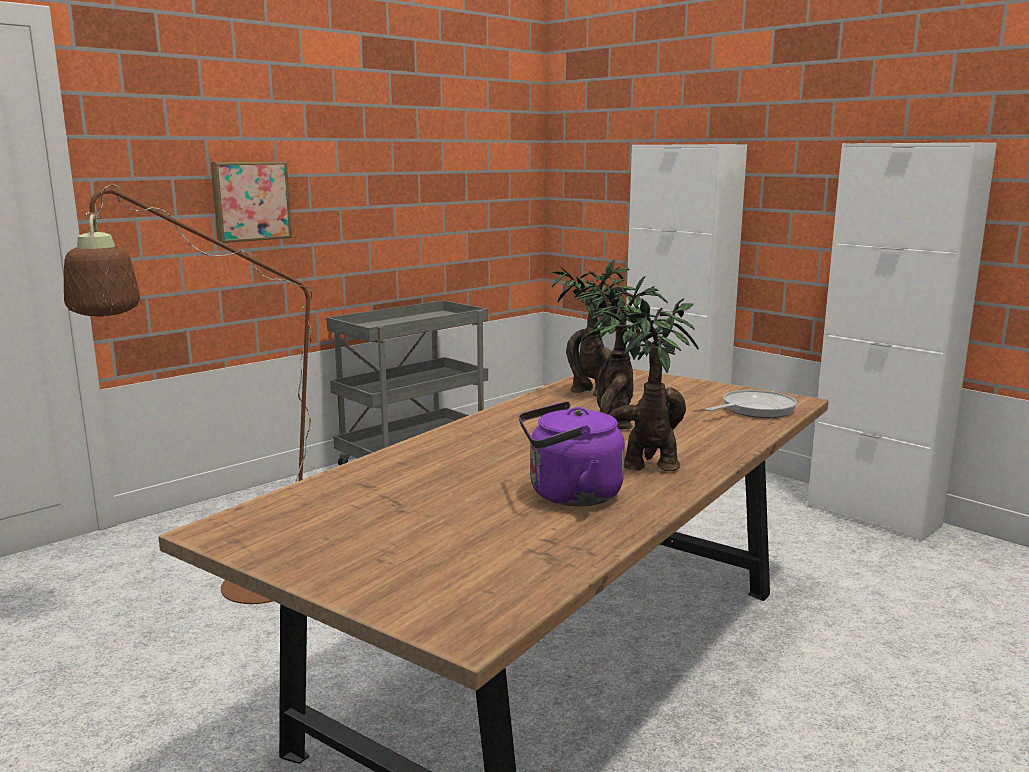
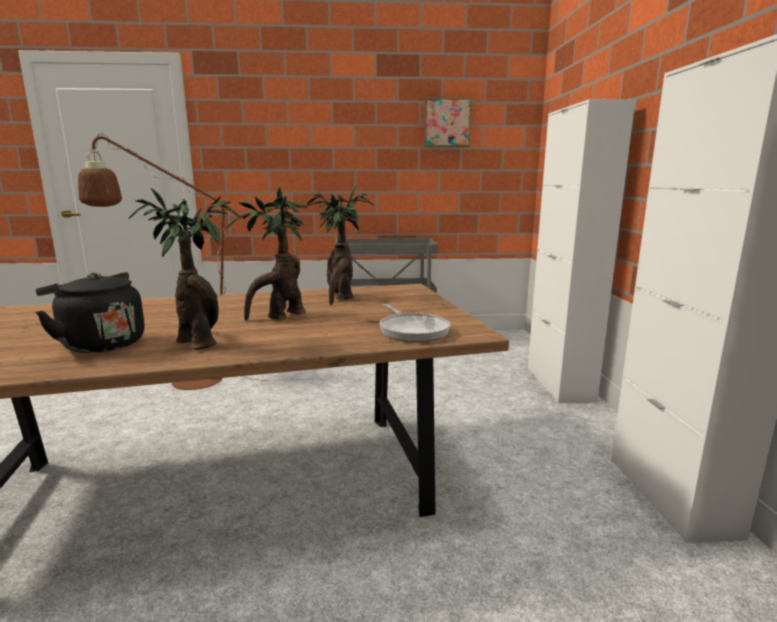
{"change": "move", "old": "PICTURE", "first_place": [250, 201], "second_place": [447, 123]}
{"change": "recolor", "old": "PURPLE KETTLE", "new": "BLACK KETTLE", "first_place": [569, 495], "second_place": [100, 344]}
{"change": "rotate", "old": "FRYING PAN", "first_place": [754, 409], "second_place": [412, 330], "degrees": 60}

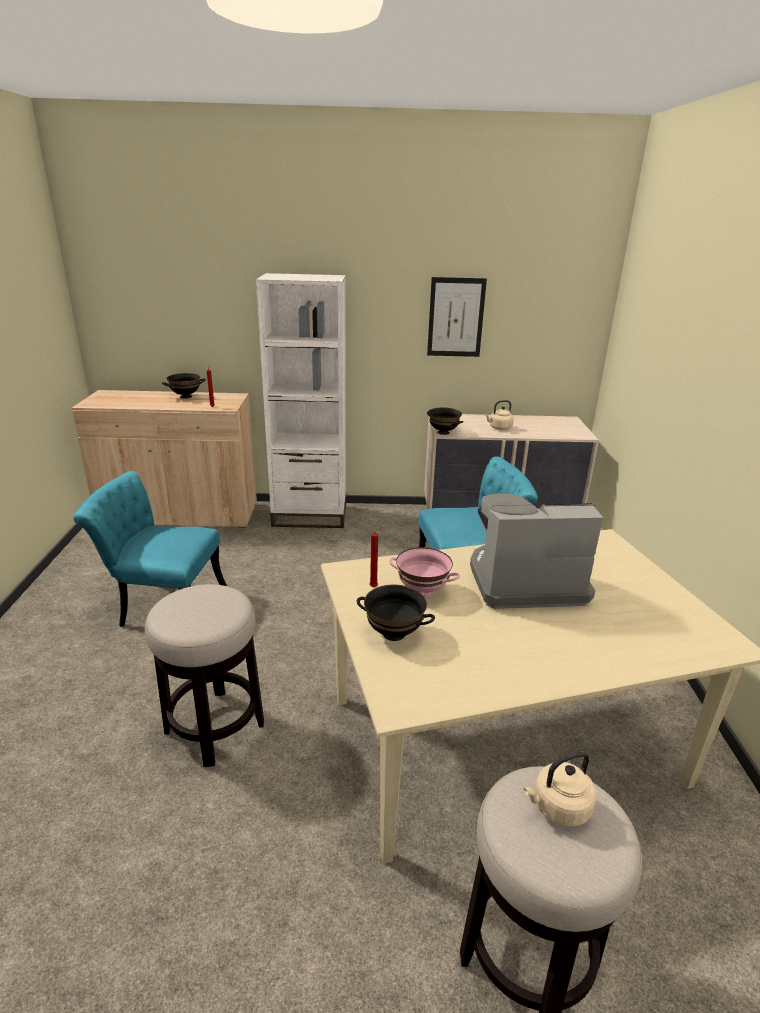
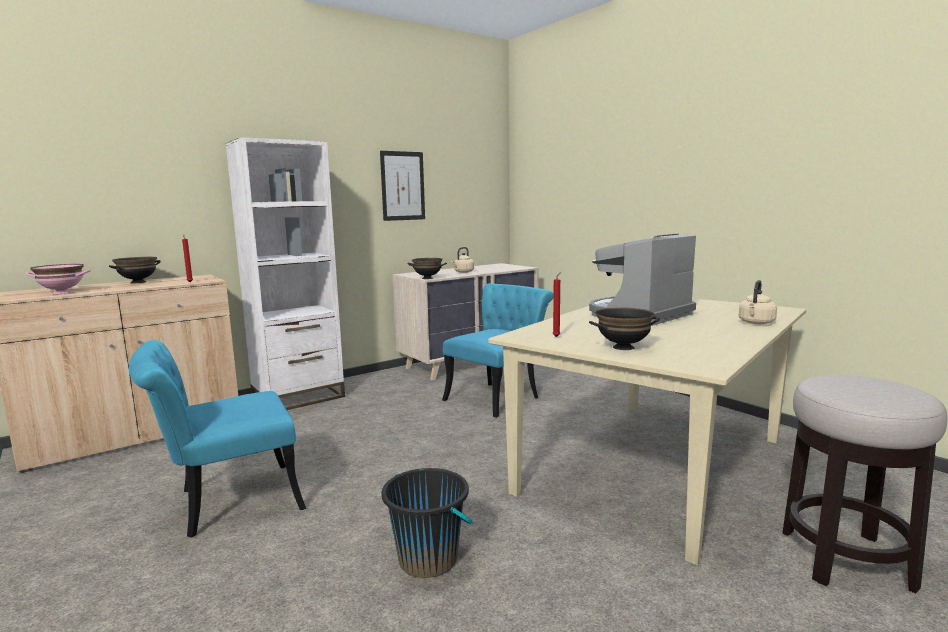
{"change": "replace", "old": "STOOL", "new": "BLACK BUCKET", "first_place": [215, 727], "second_place": [428, 559]}
{"change": "move", "old": "PINK BOWL", "first_place": [422, 590], "second_place": [62, 292]}
{"change": "move", "old": "BEIGE KETTLE", "first_place": [558, 808], "second_place": [756, 323]}

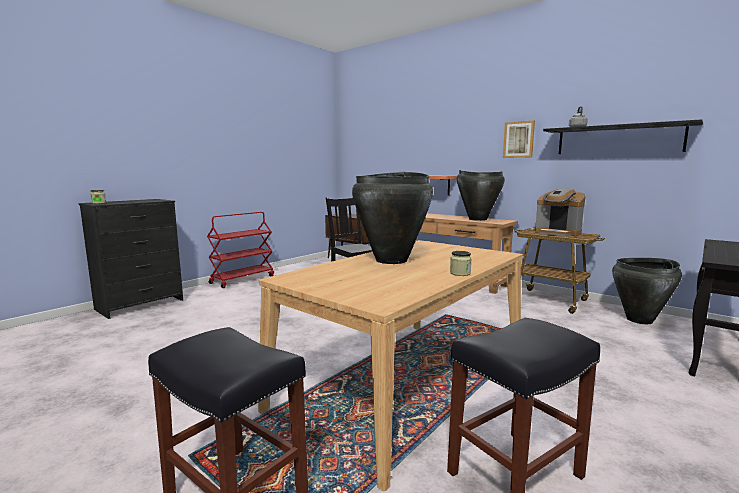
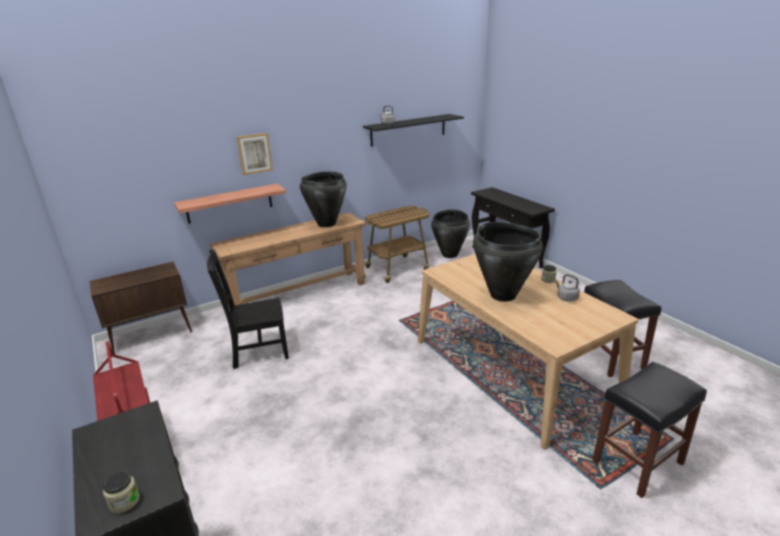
{"change": "move", "old": "PICTURE", "first_place": [518, 139], "second_place": [254, 153]}
{"change": "delete", "old": "COFFEE MACHINE", "first_place": [558, 233]}
{"change": "insert", "new": "GREY KETTLE", "second_place": [566, 298]}

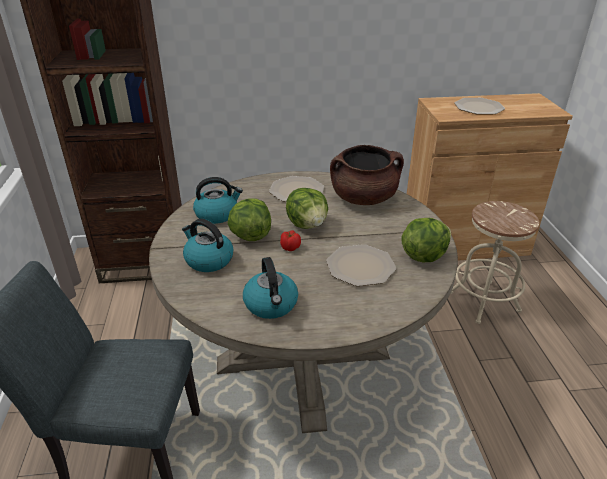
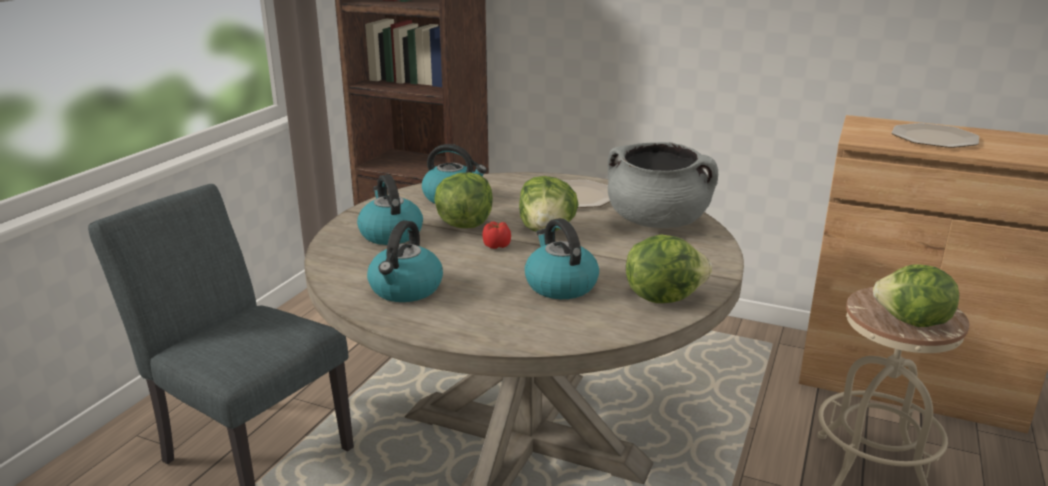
{"change": "replace", "old": "PLATE", "new": "KETTLE", "first_place": [360, 267], "second_place": [560, 285]}
{"change": "recolor", "old": "BROWN COOKING POT", "new": "GREY COOKING POT", "first_place": [363, 198], "second_place": [657, 222]}
{"change": "insert", "new": "LETTUCE", "second_place": [912, 322]}

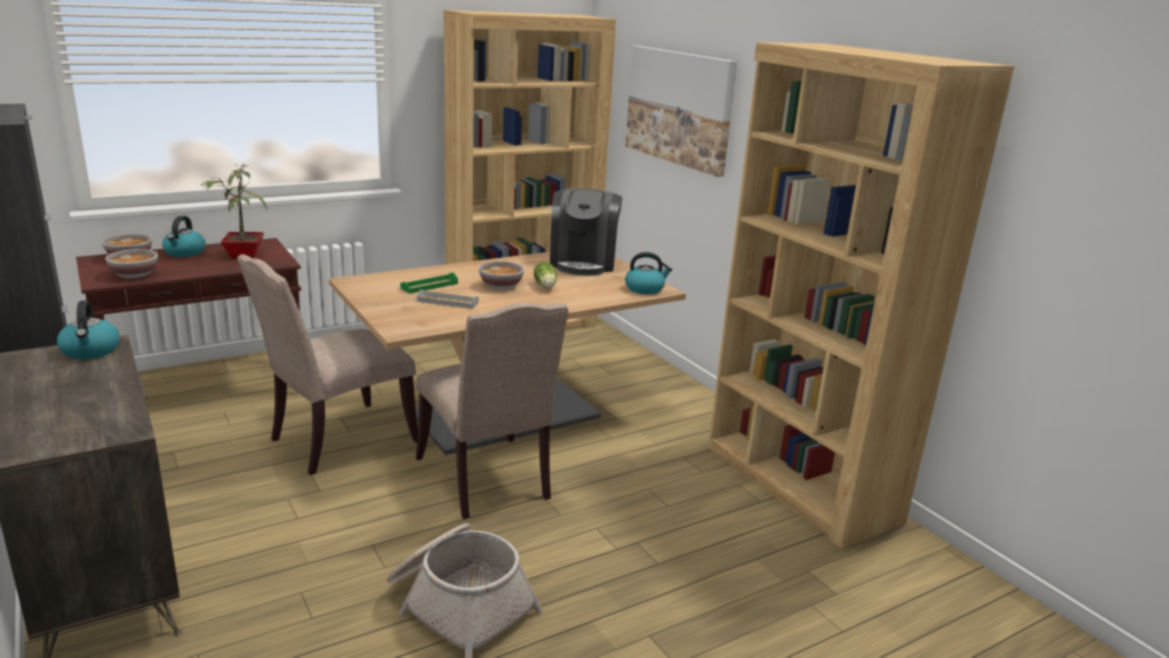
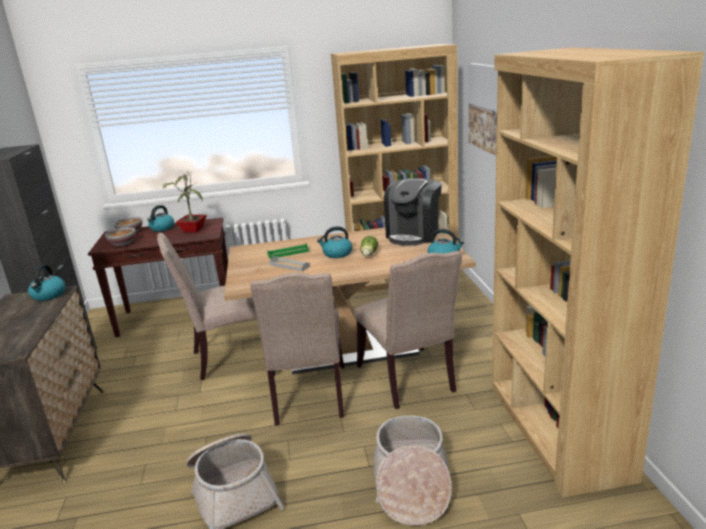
{"change": "replace", "old": "BOWL", "new": "KETTLE", "first_place": [501, 286], "second_place": [337, 254]}
{"change": "insert", "new": "BEIGE CHAIR", "second_place": [409, 380]}
{"change": "insert", "new": "BASKET", "second_place": [411, 484]}

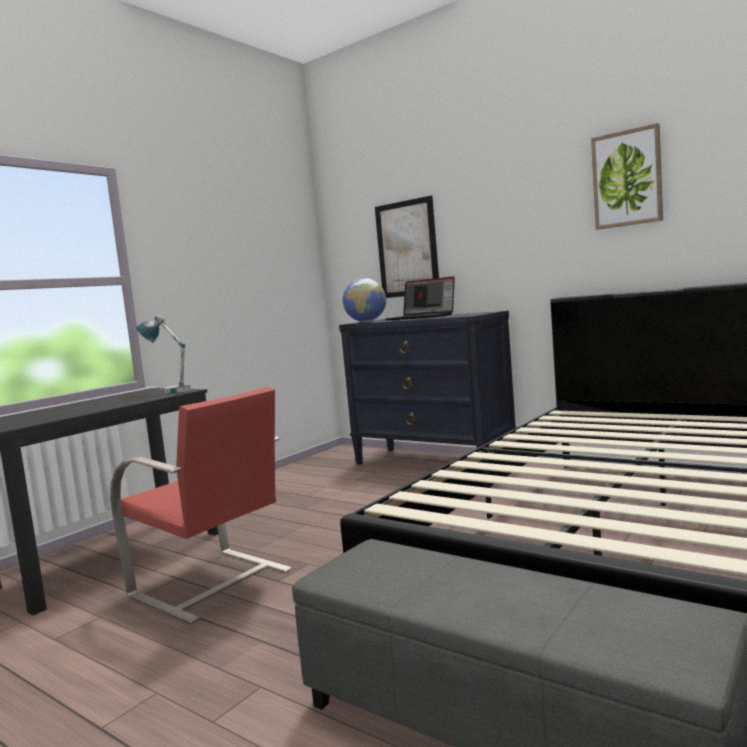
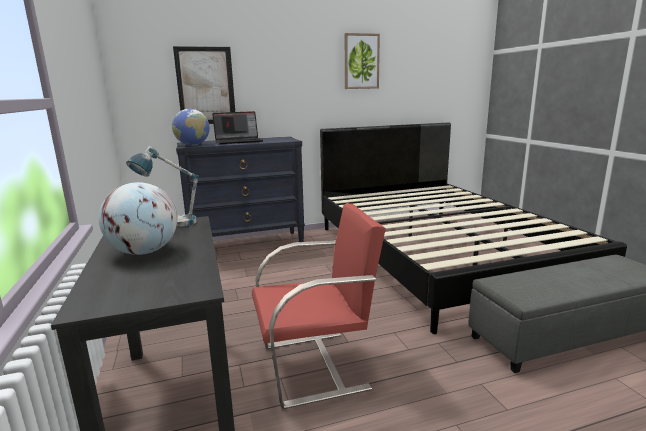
{"change": "insert", "new": "GLOBE", "second_place": [144, 252]}

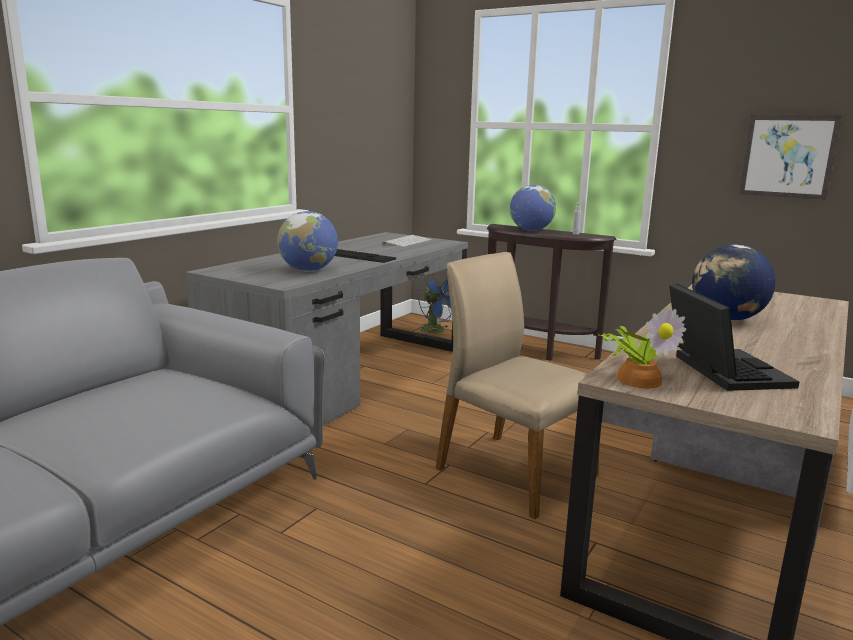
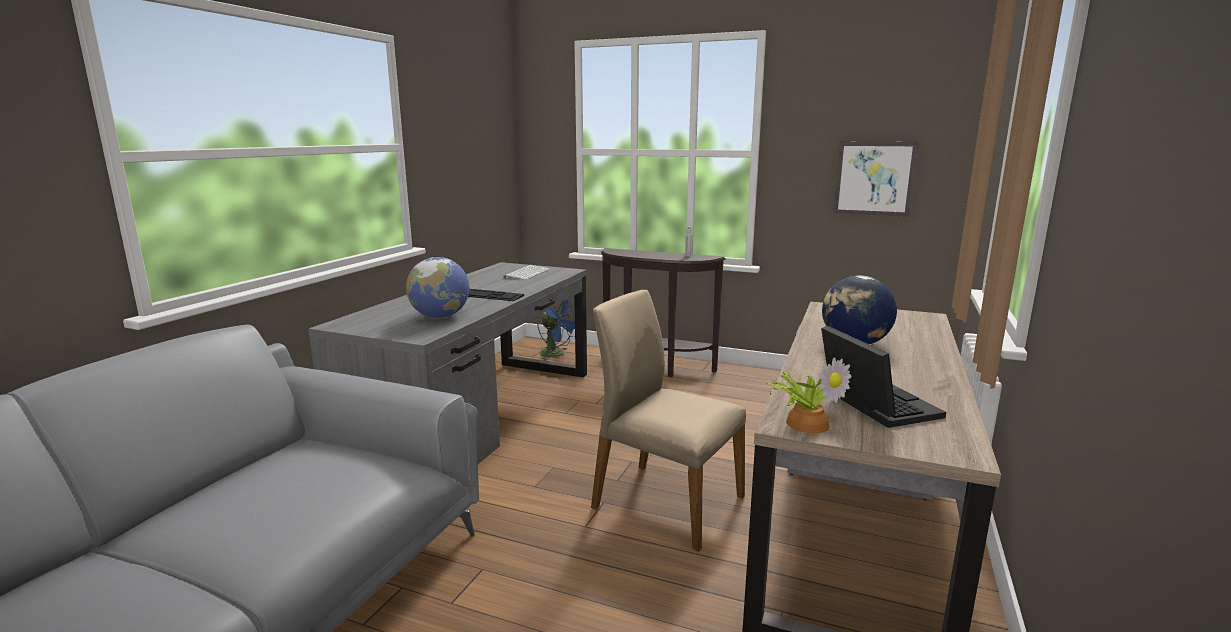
{"change": "delete", "old": "GLOBE", "first_place": [531, 230]}

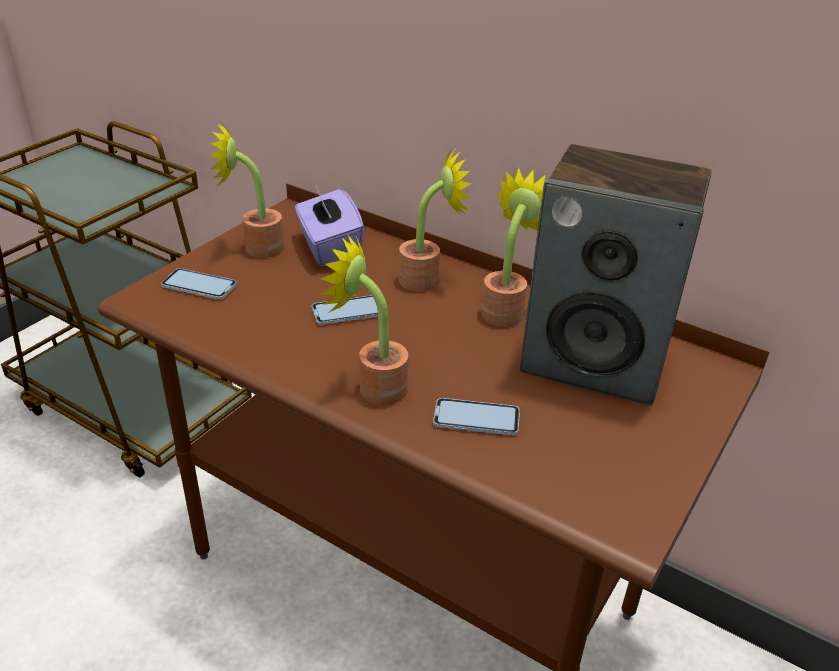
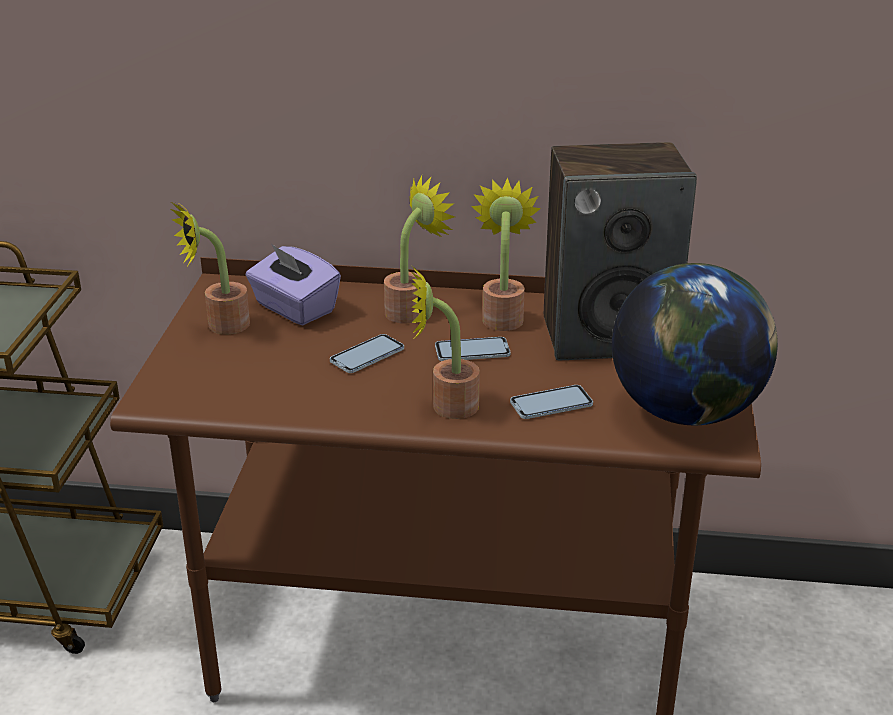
{"change": "move", "old": "PHONE", "first_place": [199, 286], "second_place": [472, 351]}
{"change": "insert", "new": "GLOBE", "second_place": [686, 411]}

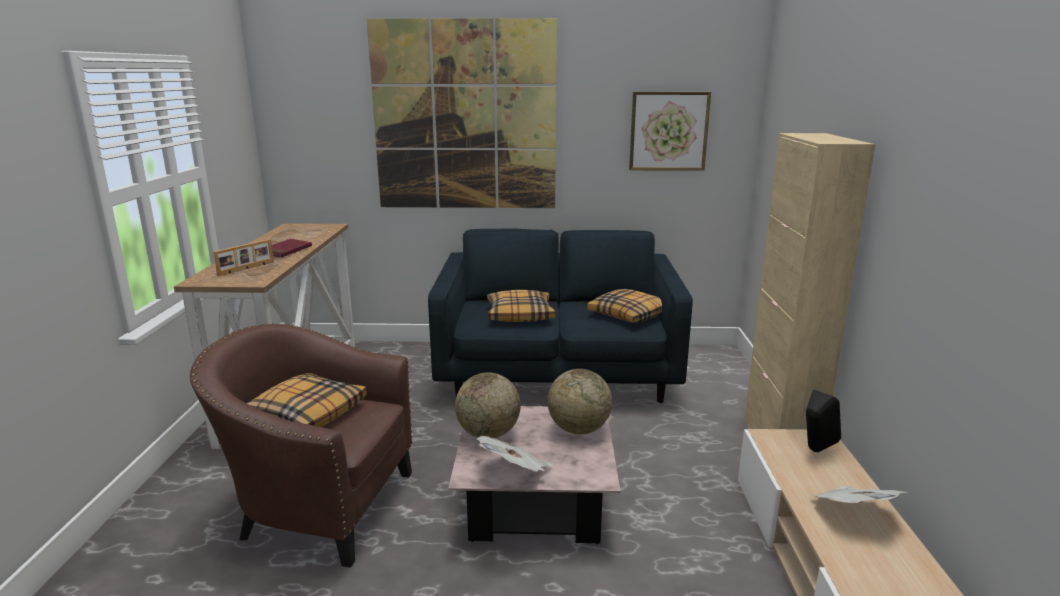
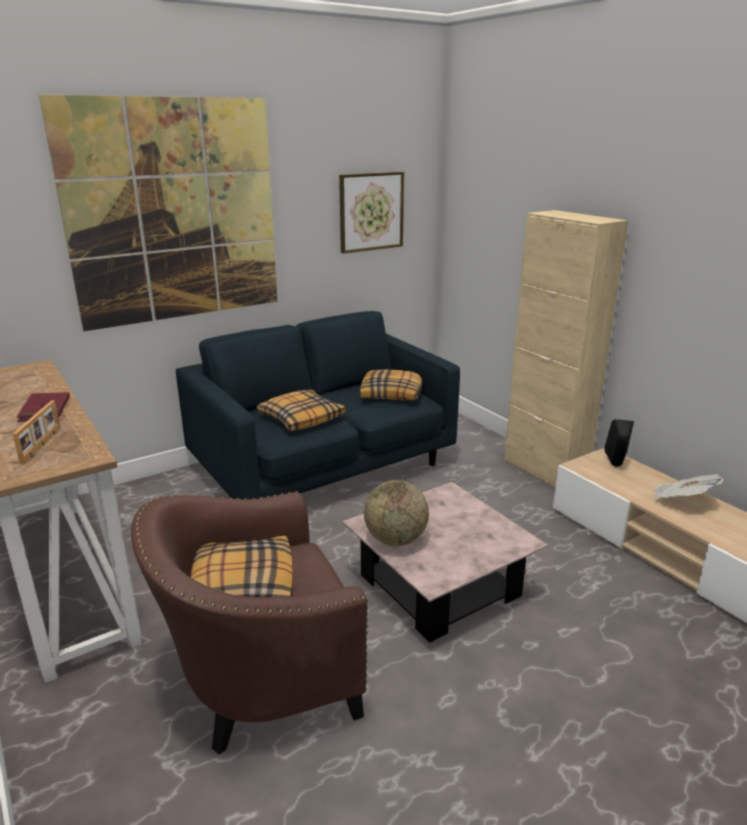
{"change": "delete", "old": "NEWSPAPER", "first_place": [515, 471]}
{"change": "delete", "old": "GLOBE", "first_place": [578, 429]}

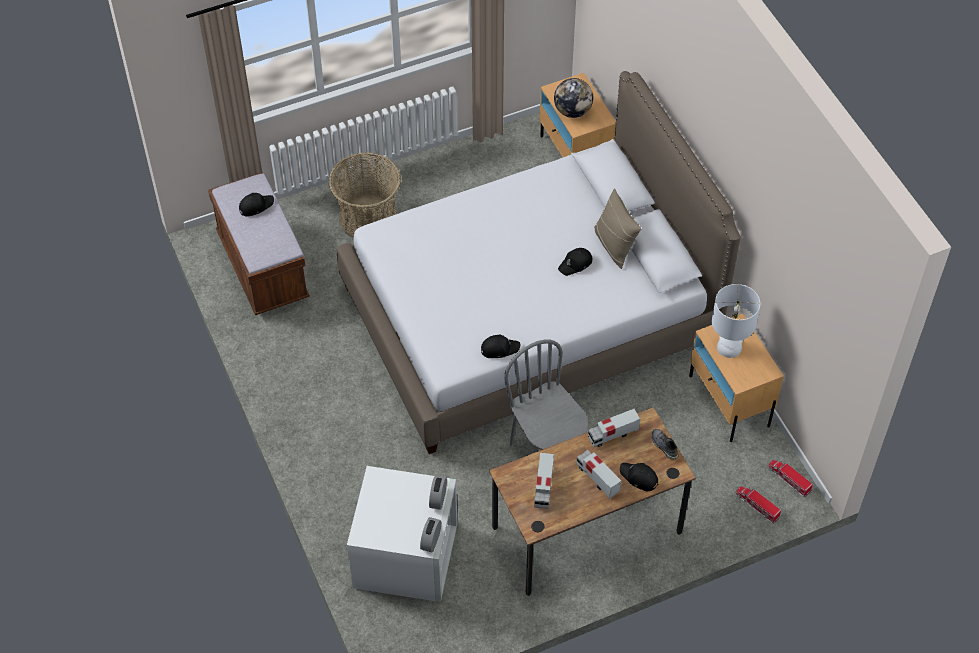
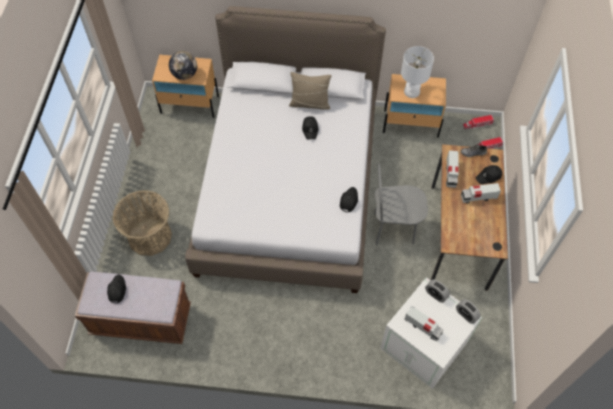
{"change": "move", "old": "TOY TRUCK", "first_place": [543, 487], "second_place": [423, 327]}

